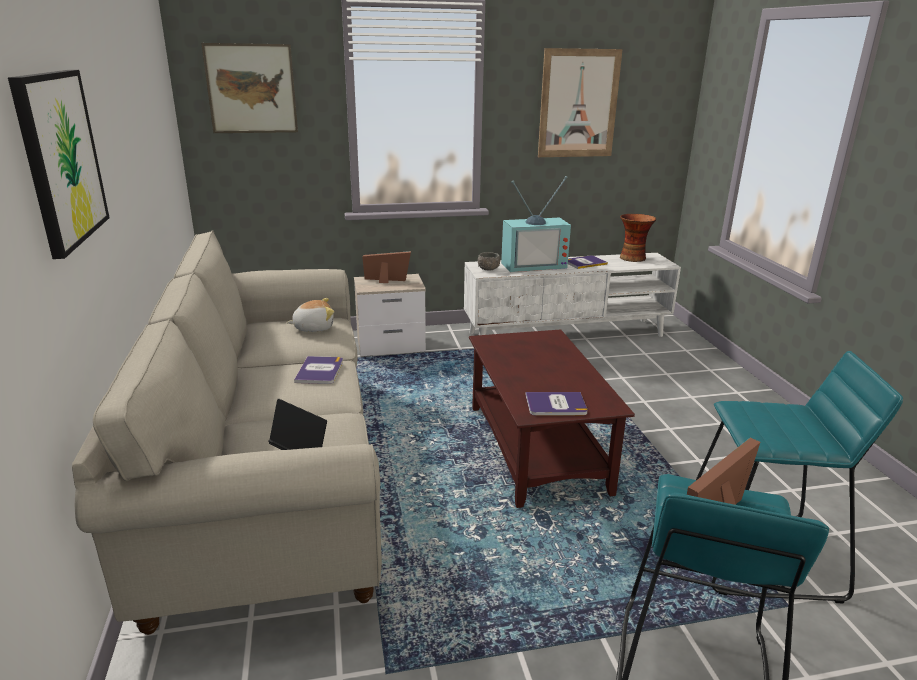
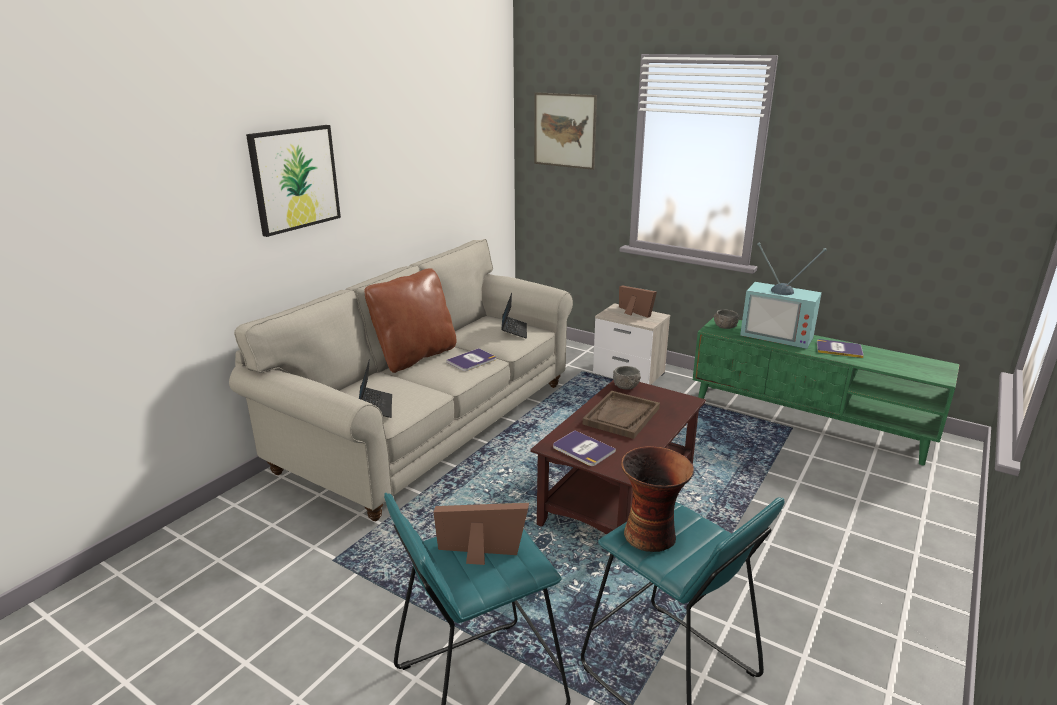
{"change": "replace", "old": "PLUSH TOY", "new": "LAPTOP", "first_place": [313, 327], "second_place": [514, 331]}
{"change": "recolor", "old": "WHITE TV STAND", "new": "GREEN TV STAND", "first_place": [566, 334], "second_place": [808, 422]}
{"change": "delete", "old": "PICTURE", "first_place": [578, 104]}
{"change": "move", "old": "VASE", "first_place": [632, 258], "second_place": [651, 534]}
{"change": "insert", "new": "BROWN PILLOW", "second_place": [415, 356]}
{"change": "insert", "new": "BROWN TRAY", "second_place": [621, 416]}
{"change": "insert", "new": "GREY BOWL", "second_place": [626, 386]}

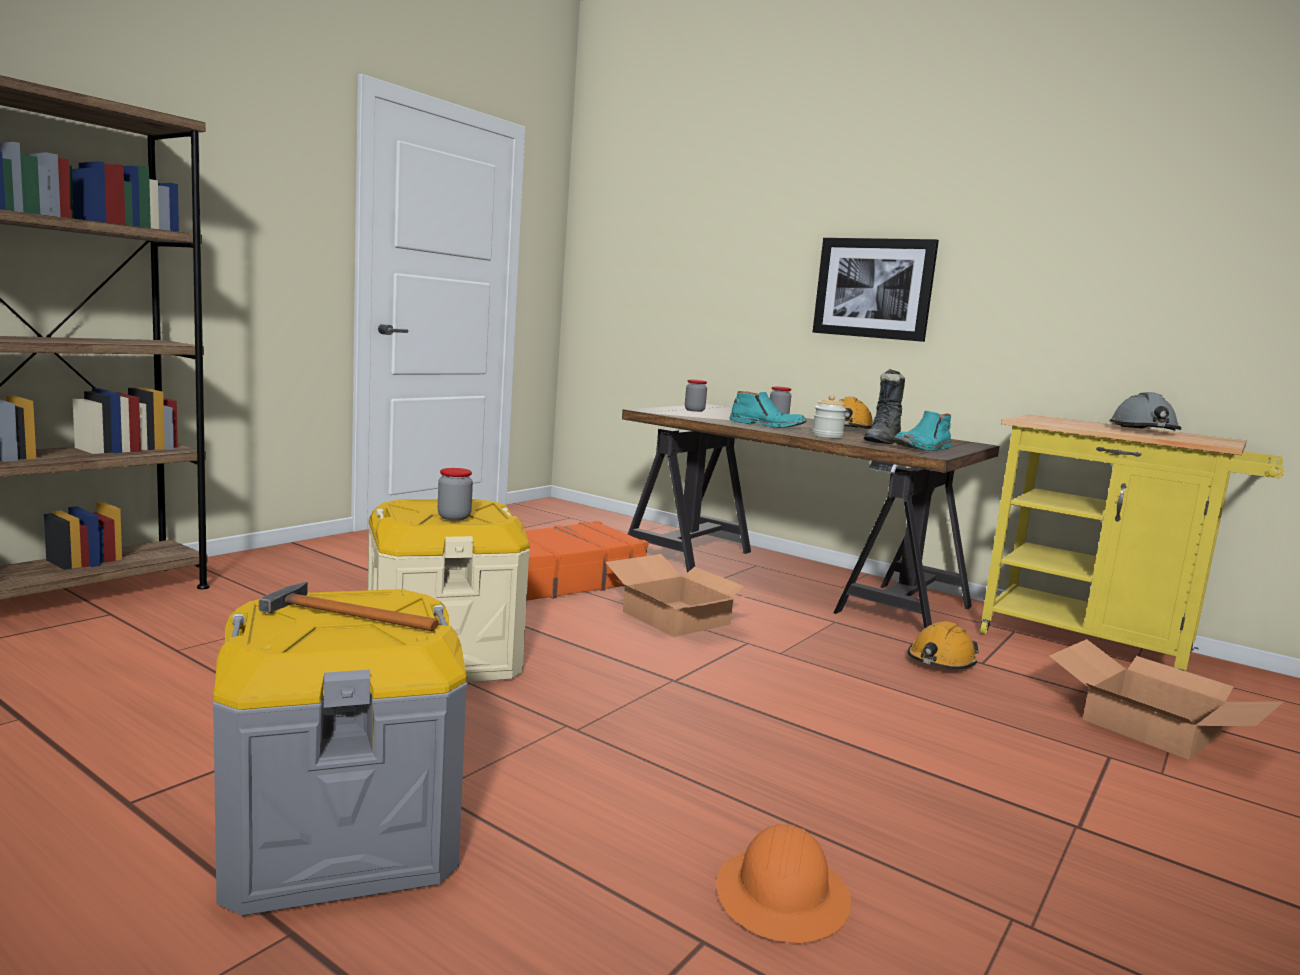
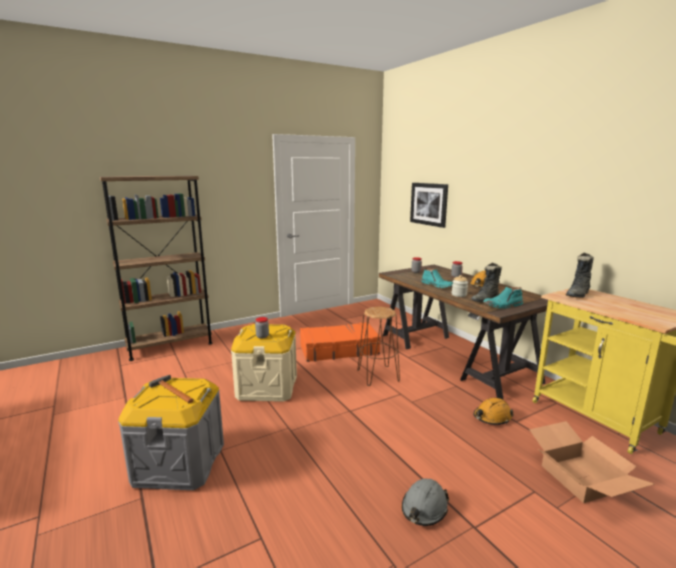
{"change": "replace", "old": "CARDBOARD BOX", "new": "BROWN STOOL", "first_place": [674, 618], "second_place": [377, 375]}
{"change": "delete", "old": "ORANGE HARD HAT", "first_place": [783, 897]}
{"change": "move", "old": "PICTURE", "first_place": [873, 288], "second_place": [429, 204]}
{"change": "move", "old": "GREY HARD HAT", "first_place": [1144, 431], "second_place": [424, 508]}
{"change": "insert", "new": "BLACK BOOT", "second_place": [578, 294]}

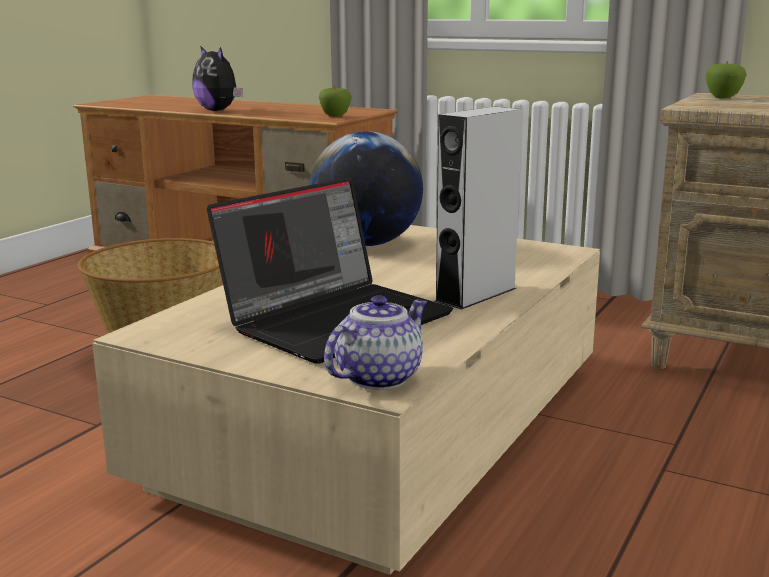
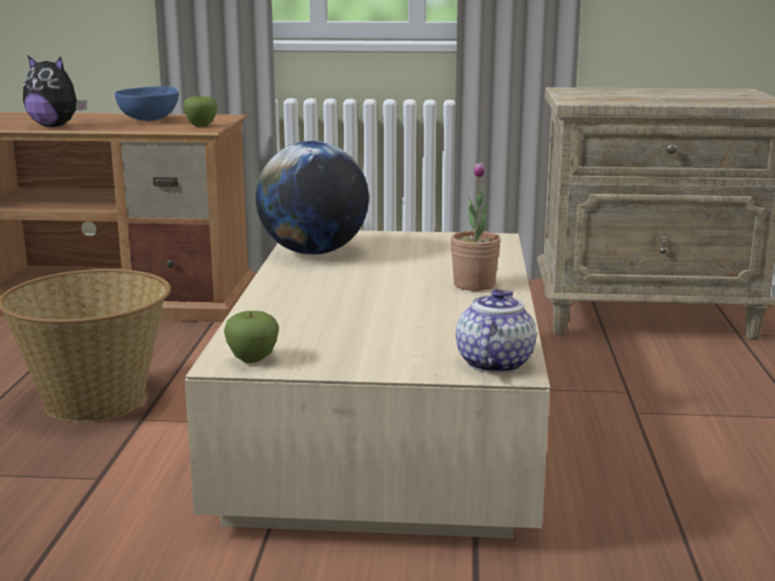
{"change": "delete", "old": "LAPTOP", "first_place": [336, 319]}
{"change": "replace", "old": "GREY SPEAKER", "new": "POTTED PLANT", "first_place": [475, 294], "second_place": [474, 285]}
{"change": "move", "old": "APPLE", "first_place": [723, 97], "second_place": [253, 359]}
{"change": "insert", "new": "BLUE BOWL", "second_place": [151, 120]}

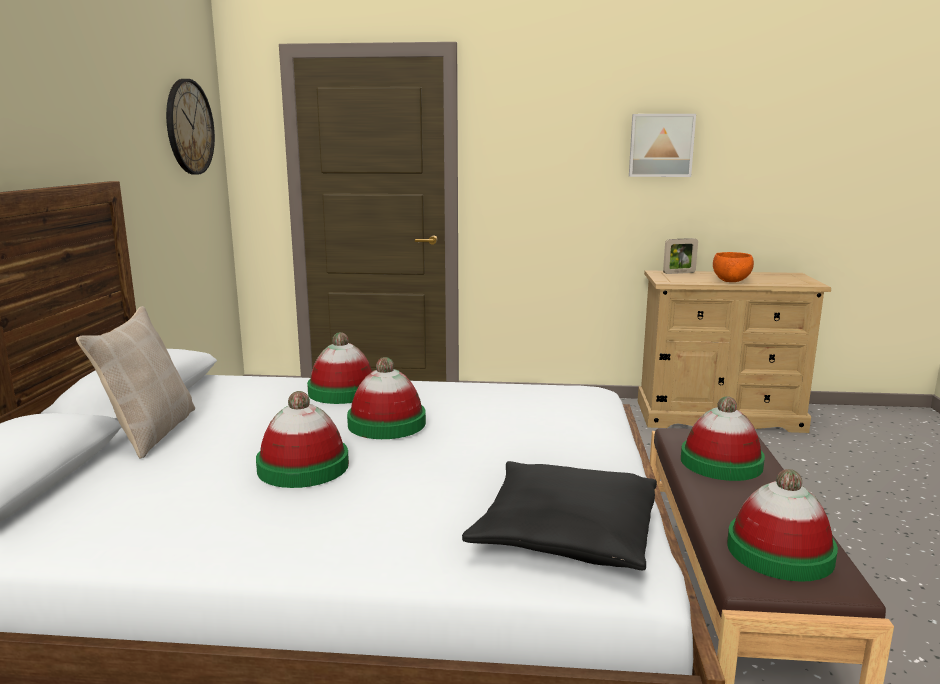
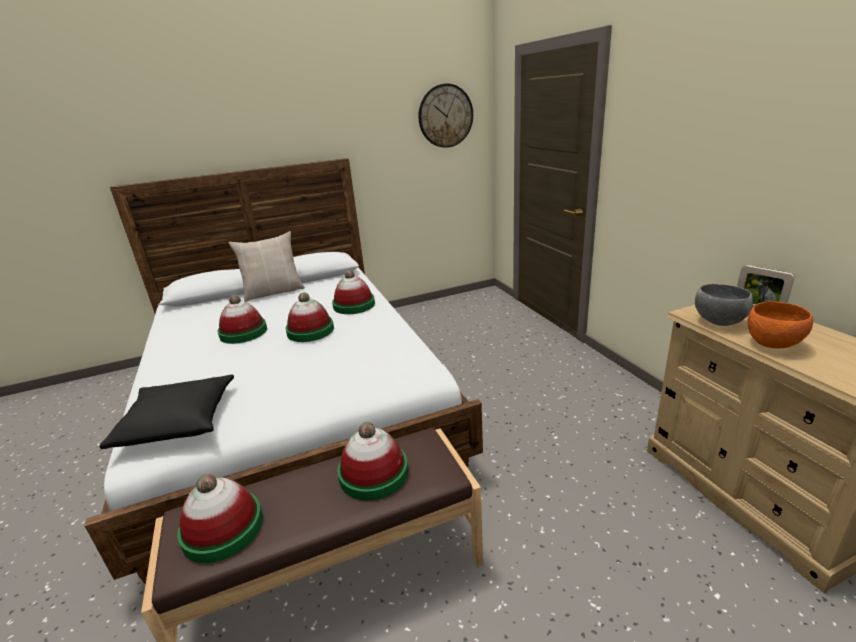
{"change": "delete", "old": "PICTURE", "first_place": [661, 145]}
{"change": "insert", "new": "GREY BOWL", "second_place": [719, 322]}

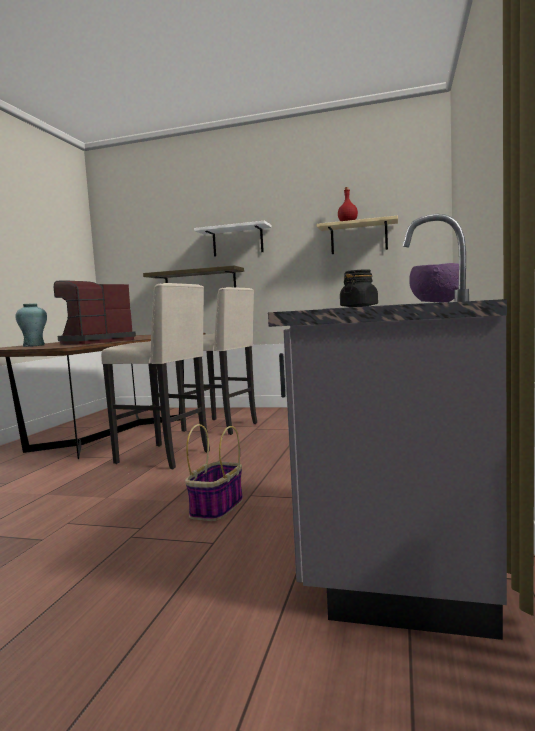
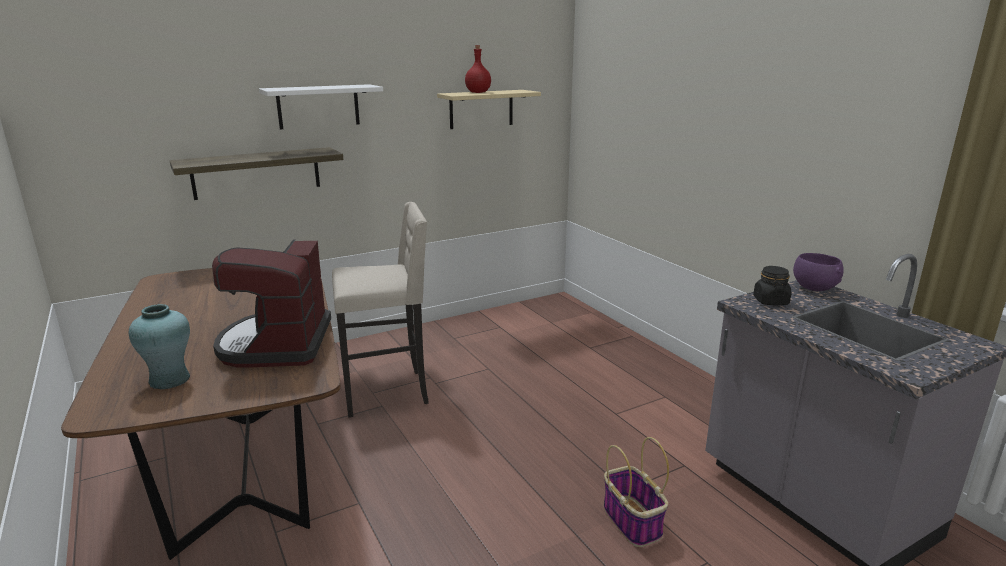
{"change": "delete", "old": "BEIGE STOOL", "first_place": [166, 457]}

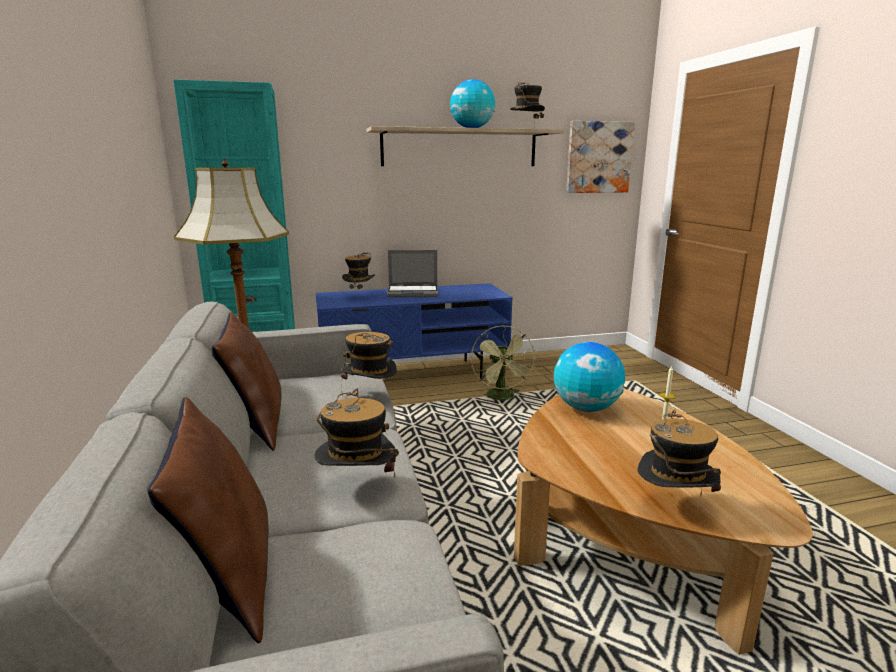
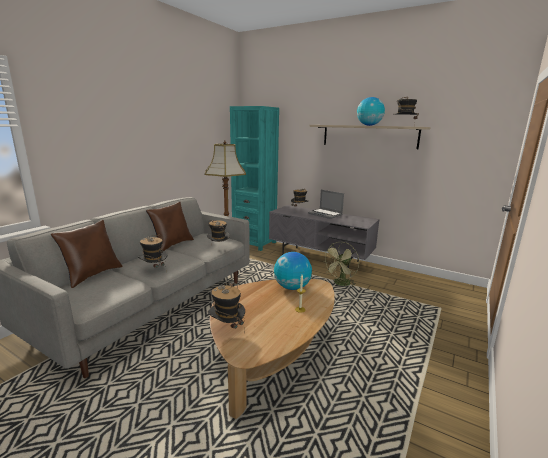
{"change": "recolor", "old": "BLUE TV STAND", "new": "GREY TV STAND", "first_place": [414, 375], "second_place": [320, 259]}
{"change": "delete", "old": "PICTURE", "first_place": [598, 157]}

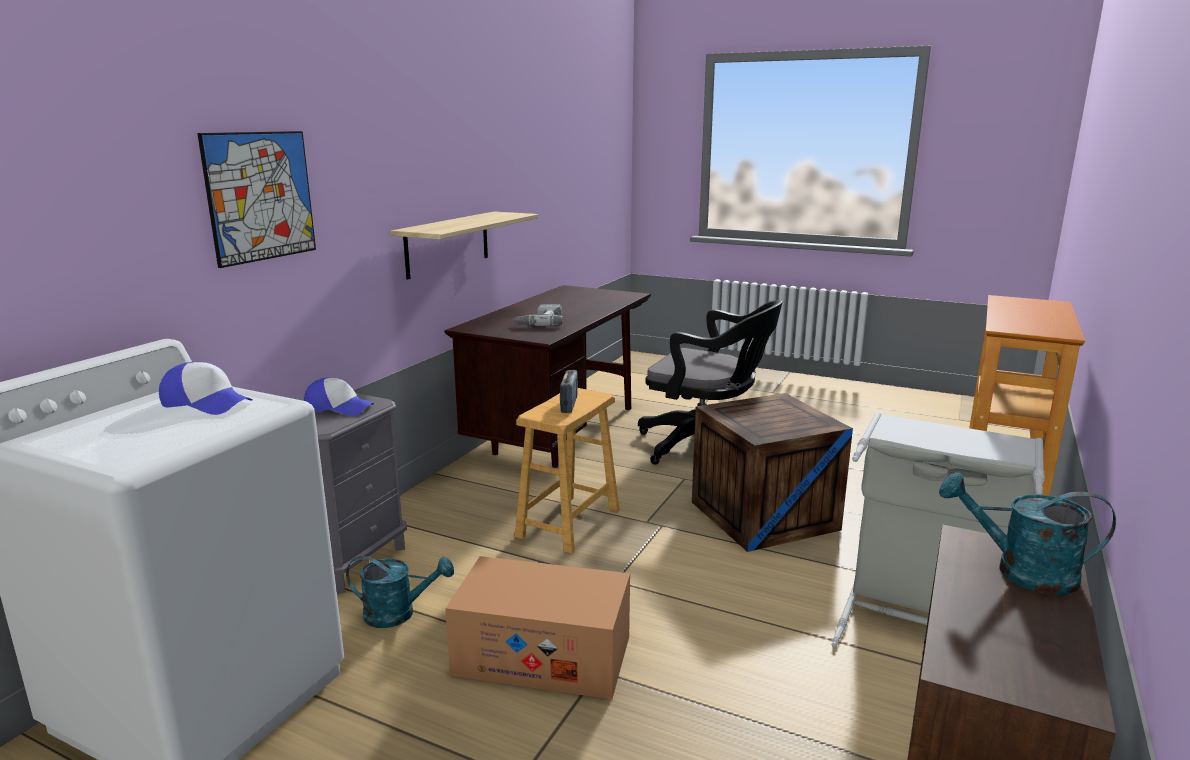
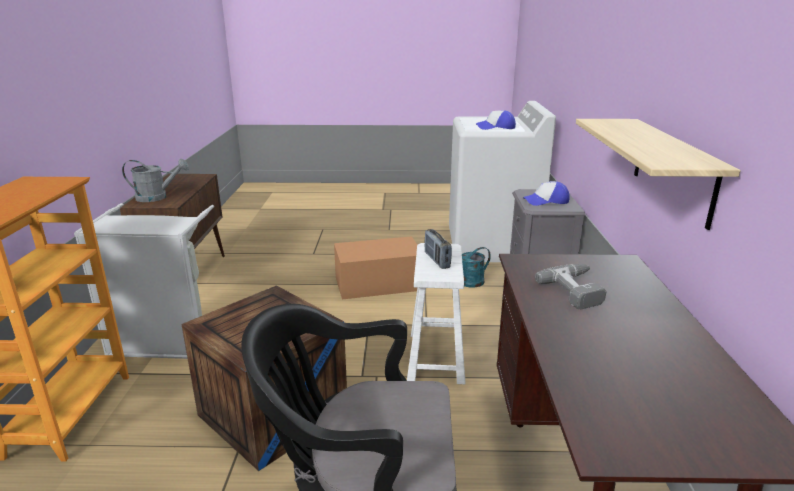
{"change": "delete", "old": "PICTURE", "first_place": [260, 196]}
{"change": "recolor", "old": "BROWN STOOL", "new": "WHITE STOOL", "first_place": [568, 523], "second_place": [436, 357]}
{"change": "recolor", "old": "TURQUOISE WATERING CAN", "new": "GREY WATERING CAN", "first_place": [1021, 572], "second_place": [157, 197]}

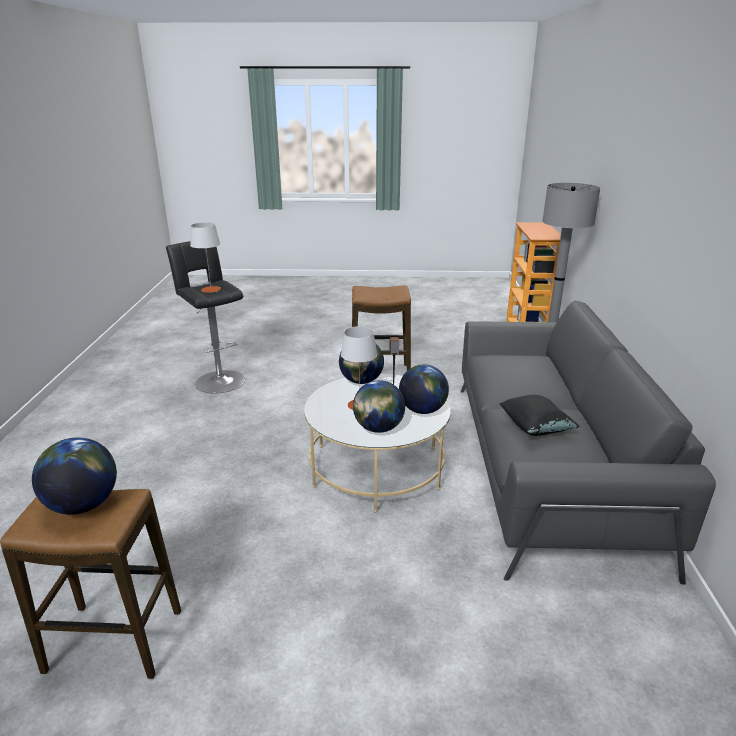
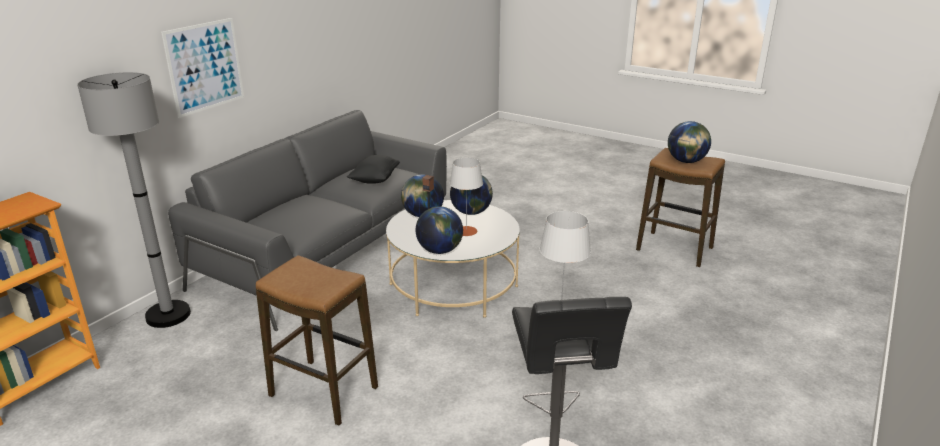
{"change": "insert", "new": "PICTURE", "second_place": [205, 66]}

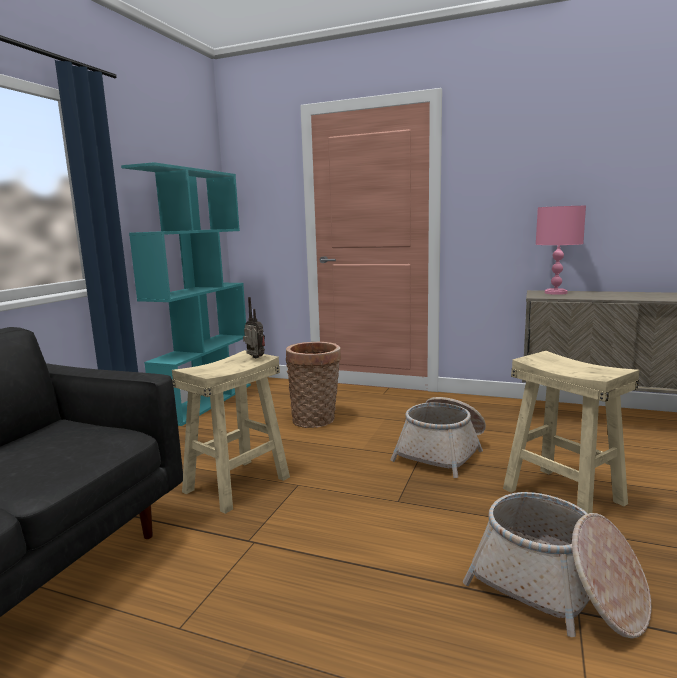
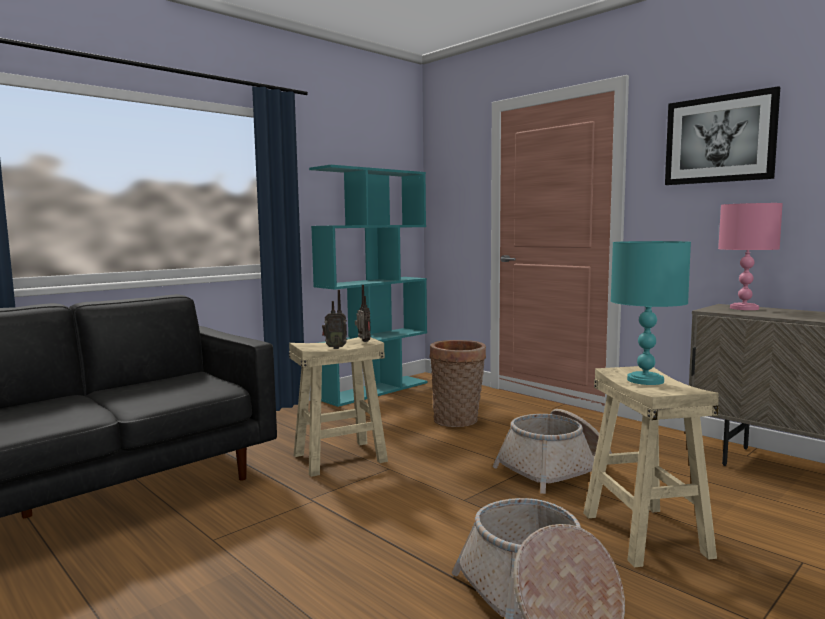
{"change": "insert", "new": "RADIO", "second_place": [335, 348]}
{"change": "insert", "new": "TURQUOISE TABLE LAMP", "second_place": [645, 380]}
{"change": "insert", "new": "PICTURE", "second_place": [719, 139]}

